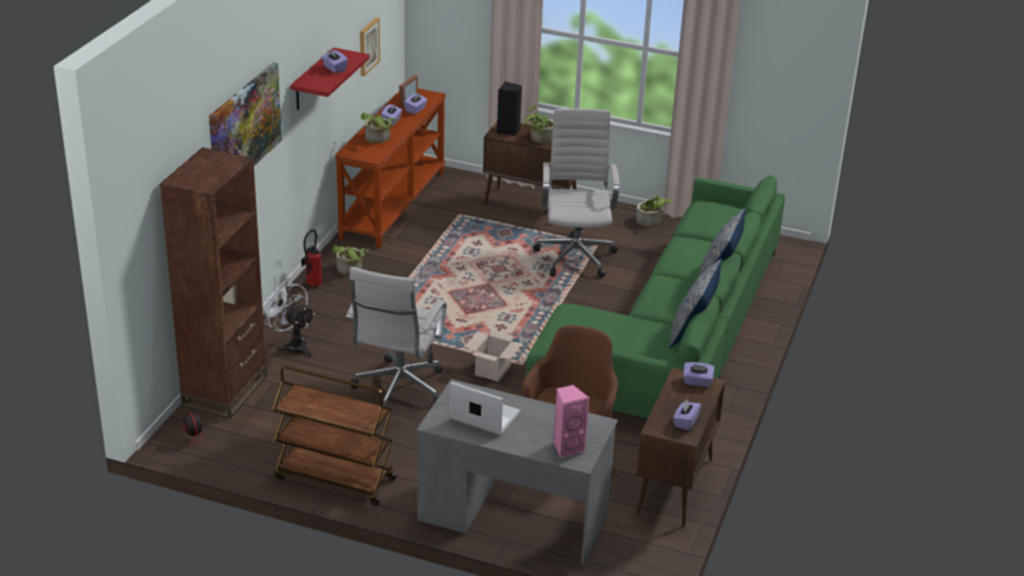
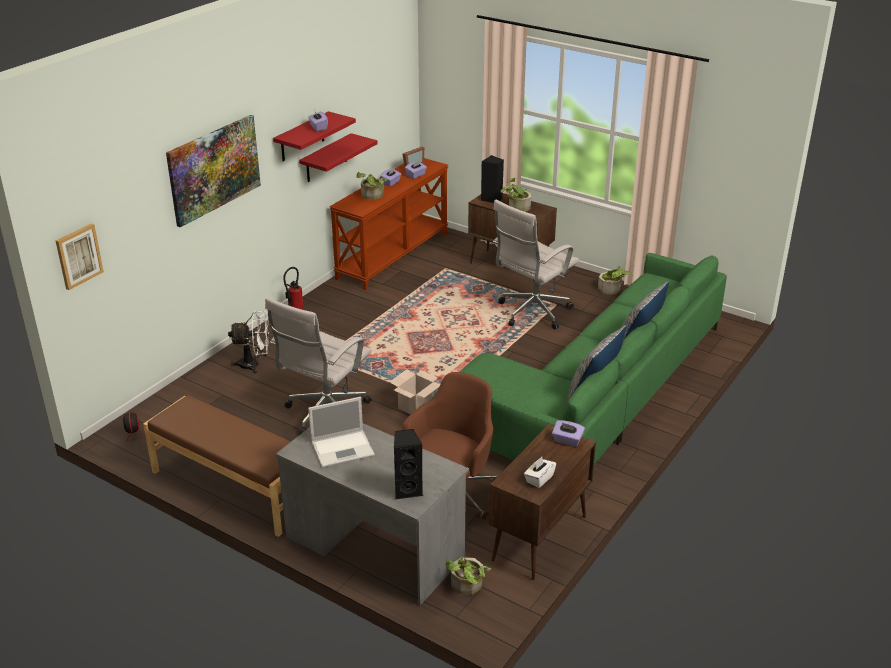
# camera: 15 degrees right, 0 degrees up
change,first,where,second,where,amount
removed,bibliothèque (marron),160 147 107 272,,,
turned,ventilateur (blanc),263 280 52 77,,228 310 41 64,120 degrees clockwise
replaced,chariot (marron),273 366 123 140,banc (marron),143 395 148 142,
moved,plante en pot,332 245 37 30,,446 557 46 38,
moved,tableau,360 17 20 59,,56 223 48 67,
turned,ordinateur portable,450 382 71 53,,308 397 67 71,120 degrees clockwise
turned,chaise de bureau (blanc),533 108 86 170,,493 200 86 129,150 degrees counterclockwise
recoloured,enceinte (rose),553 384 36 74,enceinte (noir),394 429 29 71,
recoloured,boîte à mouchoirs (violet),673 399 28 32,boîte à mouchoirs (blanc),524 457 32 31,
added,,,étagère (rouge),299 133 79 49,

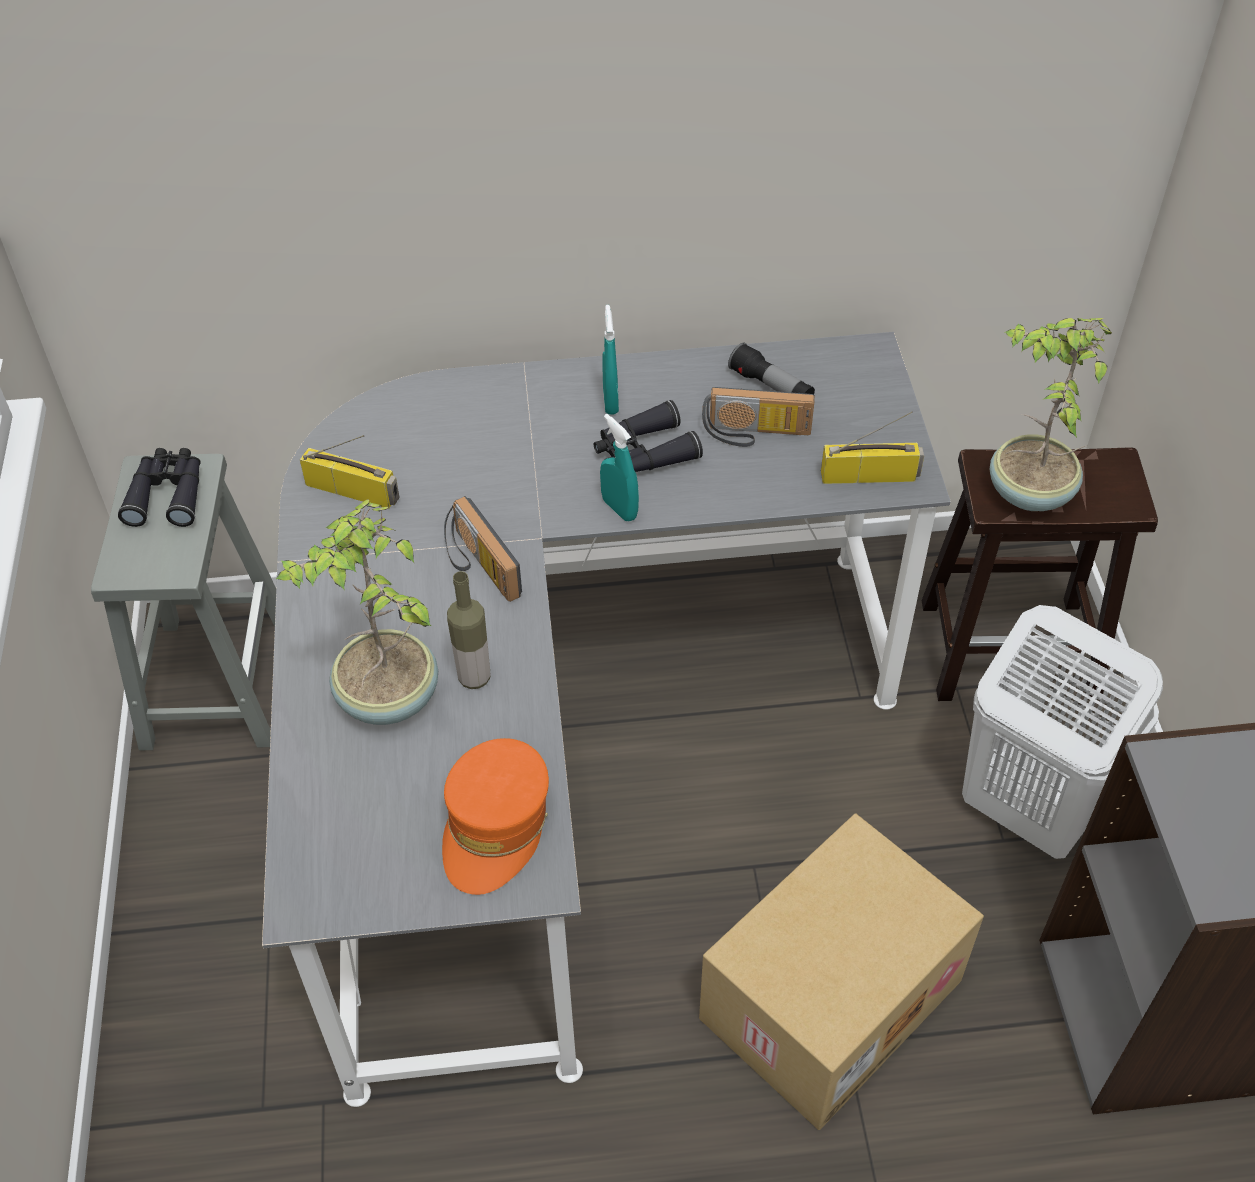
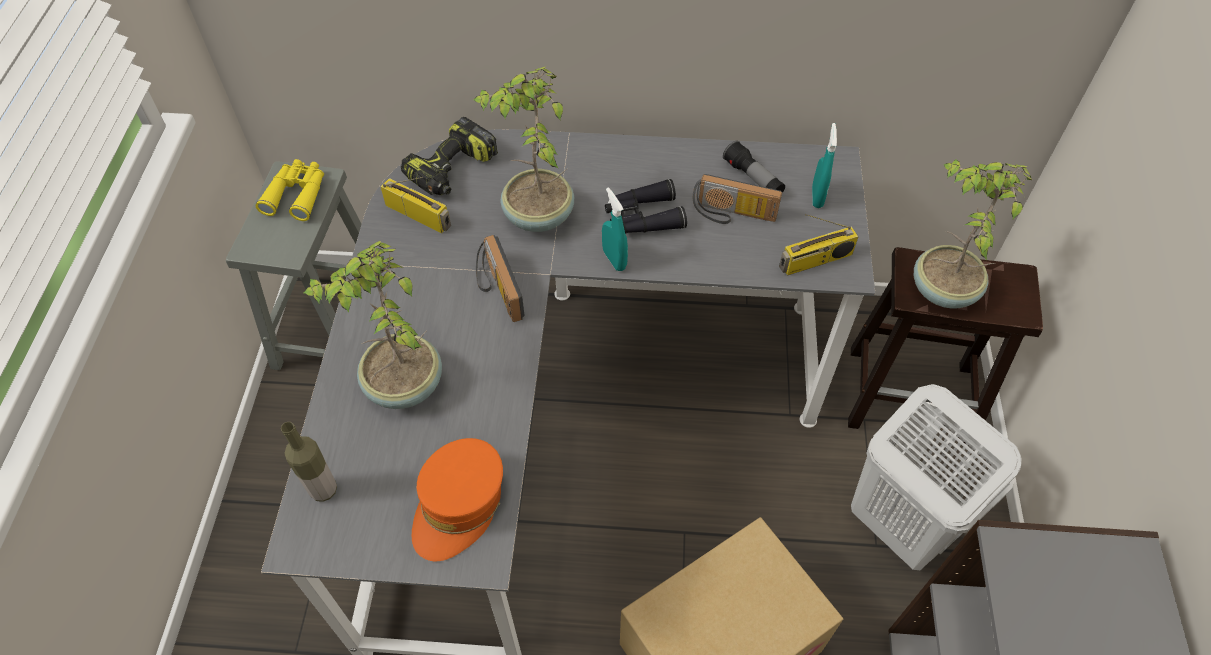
# camera: 10 degrees right, 5 degrees up
change,first,where,second,where,amount
recoloured,jumelles (noir),118 448 83 79,jumelles (jaune),255 159 69 62,
moved,bouteille,447 571 44 118,,281 422 56 80,
moved,vaporisateur (turquoise),602 305 17 110,,812 123 25 85,
turned,radio,821 411 103 73,,779 214 79 61,150 degrees clockwise
added,,,perceuse,401 117 97 78,
added,,,plante en pot,474 66 100 166,

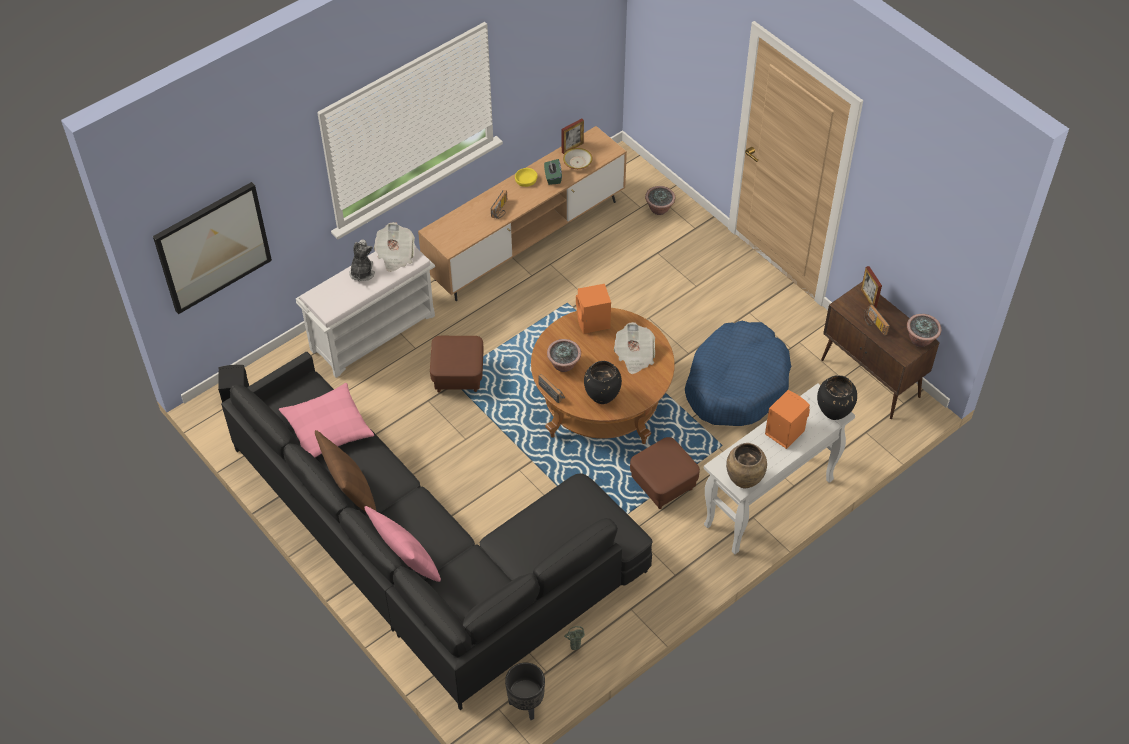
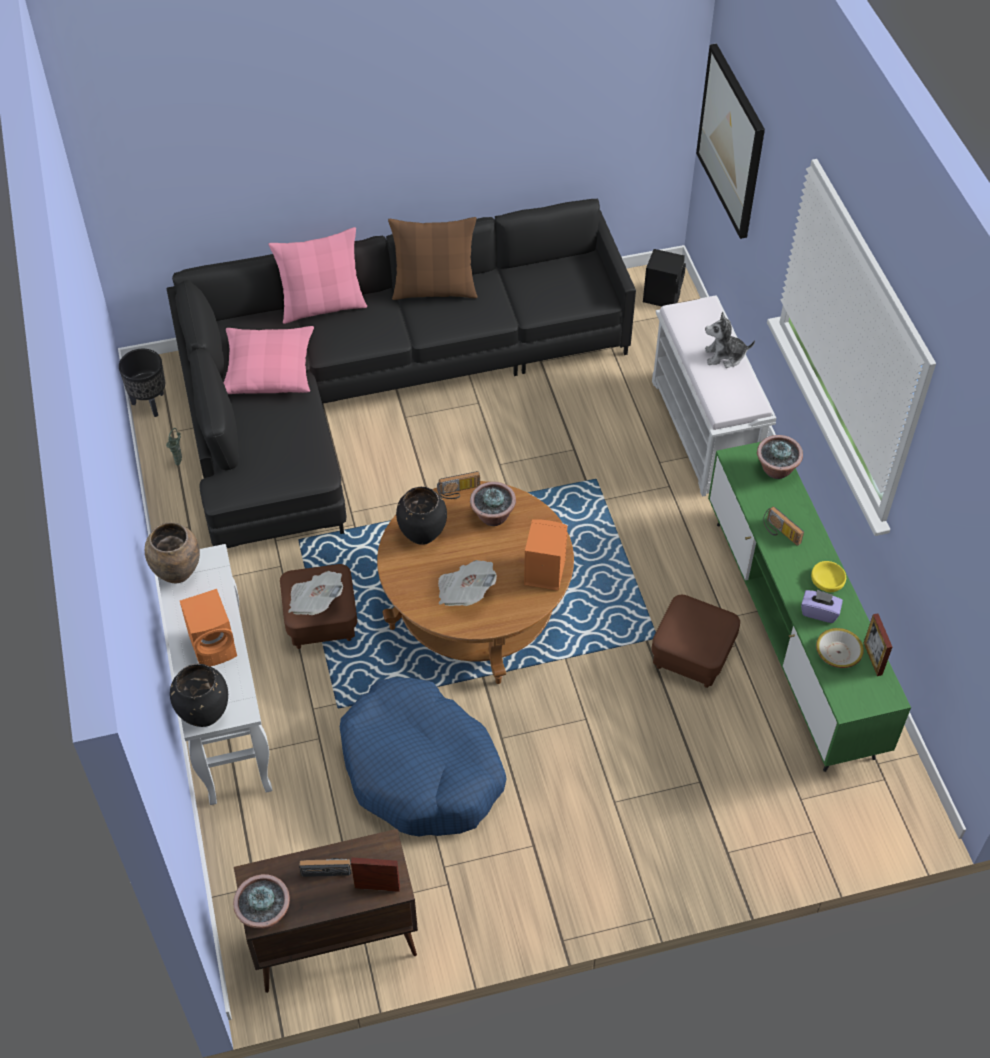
# camera: 115 degrees right, 0 degrees up
change,first,where,second,where,amount
moved,coussin (rose),279 383 95 74,,224 326 90 68,
turned,peluche,349 239 26 42,,705 311 50 57,150 degrees clockwise
moved,journal,374 222 41 50,,288 571 55 44,
recoloured,meuble télé (marron),418 126 209 175,meuble télé (vert),708 442 203 330,
moved,pouf (marron),430 336 54 57,,652 595 88 93,
recoloured,boîte à mouchoirs (vert),544 159 18 26,boîte à mouchoirs (violet),801 590 42 33,
moved,plante en pot,645 186 30 29,,757 435 46 44,

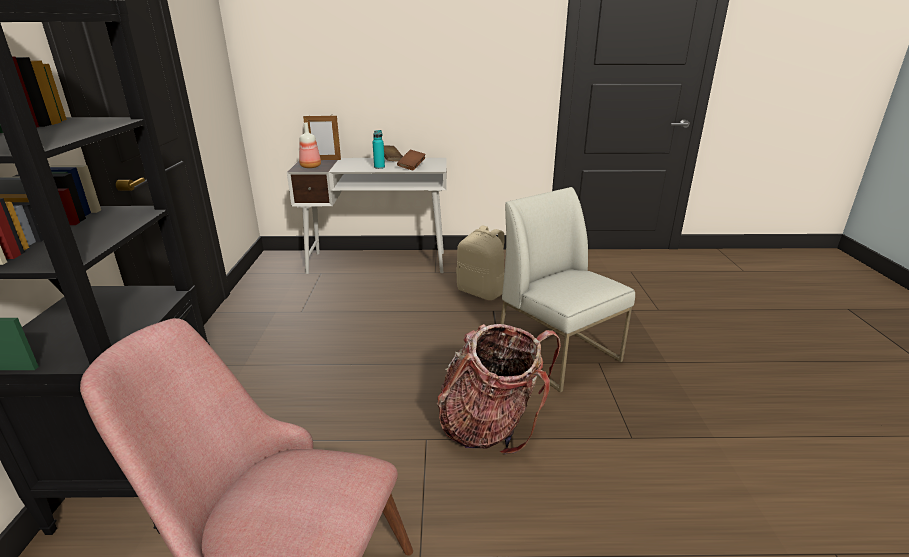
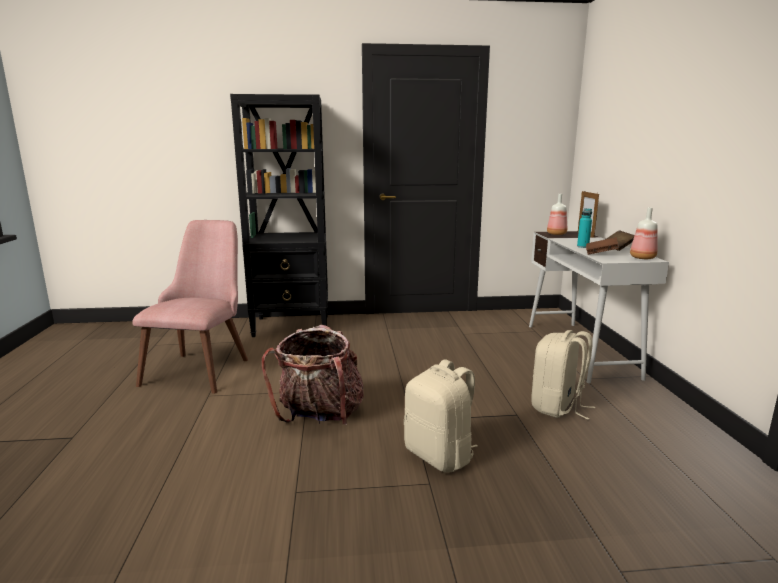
# camera: 85 degrees right, 10 degrees down
change,first,where,second,where,amount
replaced,chaise (blanc),500 187 135 206,sac à dos (beige),404 359 74 114,
added,,,bouteille,630 207 28 52,

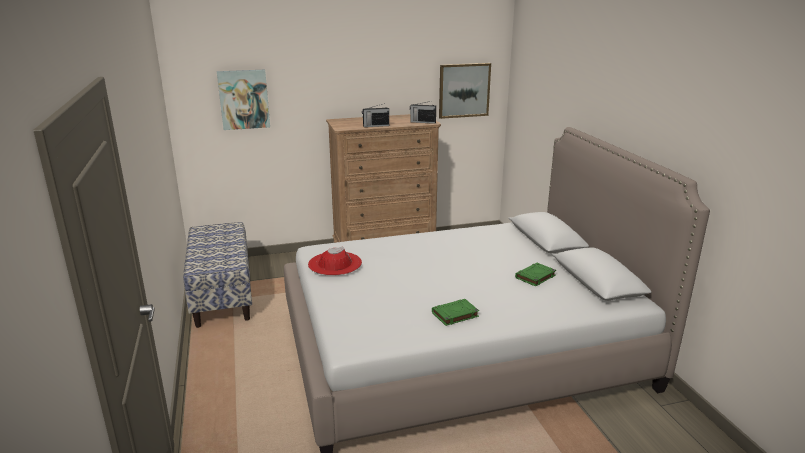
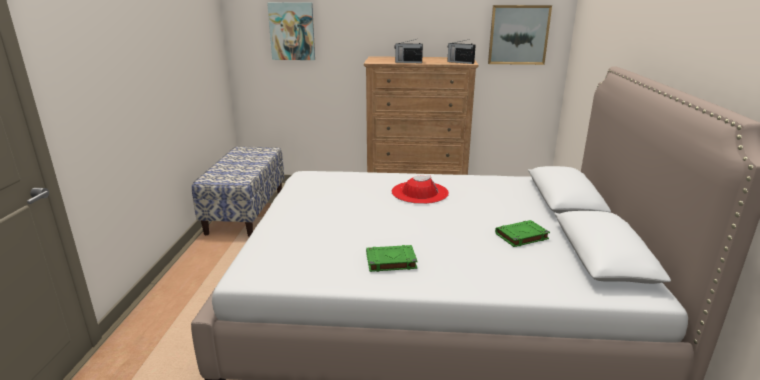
# camera: 20 degrees right, 0 degrees up
change,first,where,second,where,amount
moved,chapeau (rouge),308 246 54 30,,392 175 57 29,

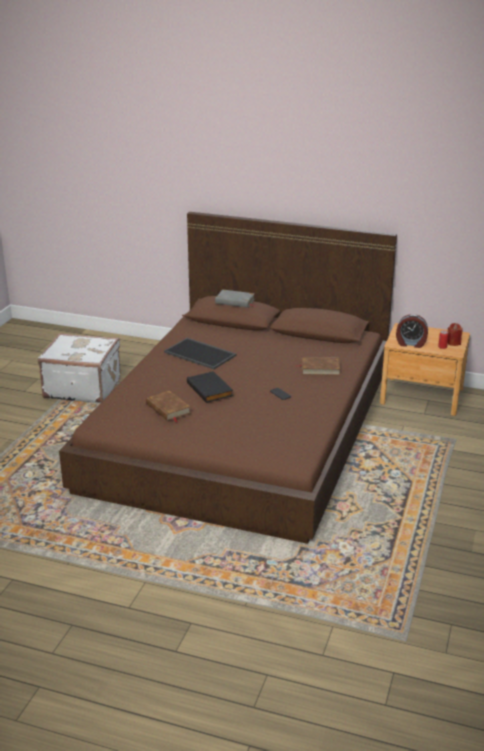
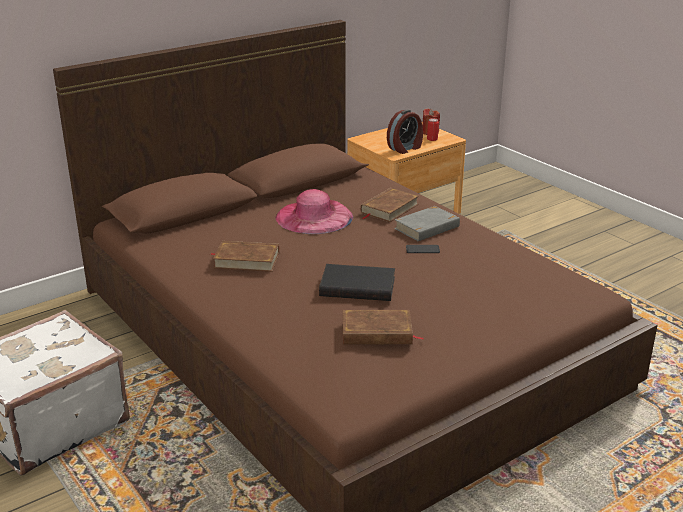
# camera: 55 degrees left, 0 degrees up
change,first,where,second,where,amount
replaced,plateau,164 338 73 31,livre (marron),210 241 69 31,
moved,livre (gris),215 290 40 18,,394 206 66 35,
added,,,chapeau (rose),276 189 77 45,

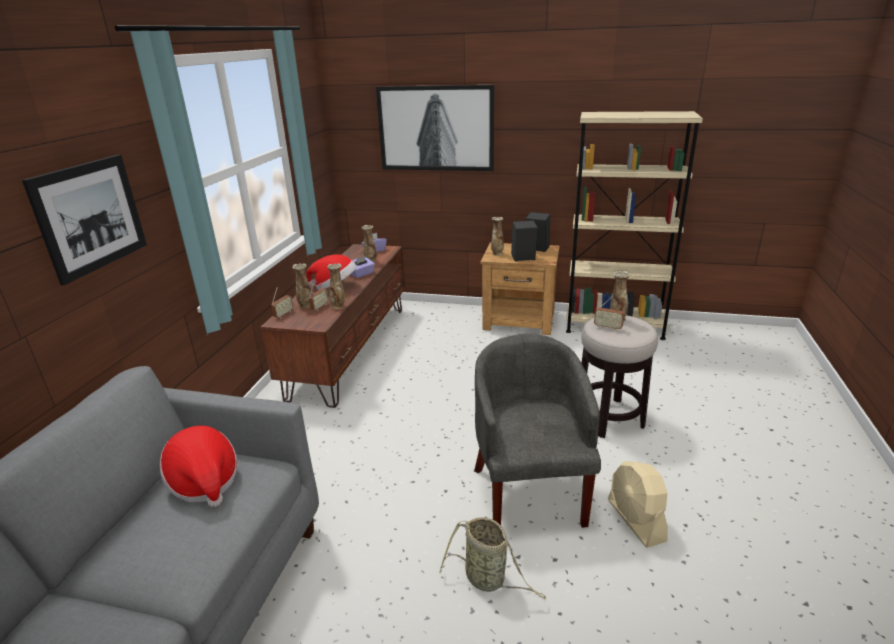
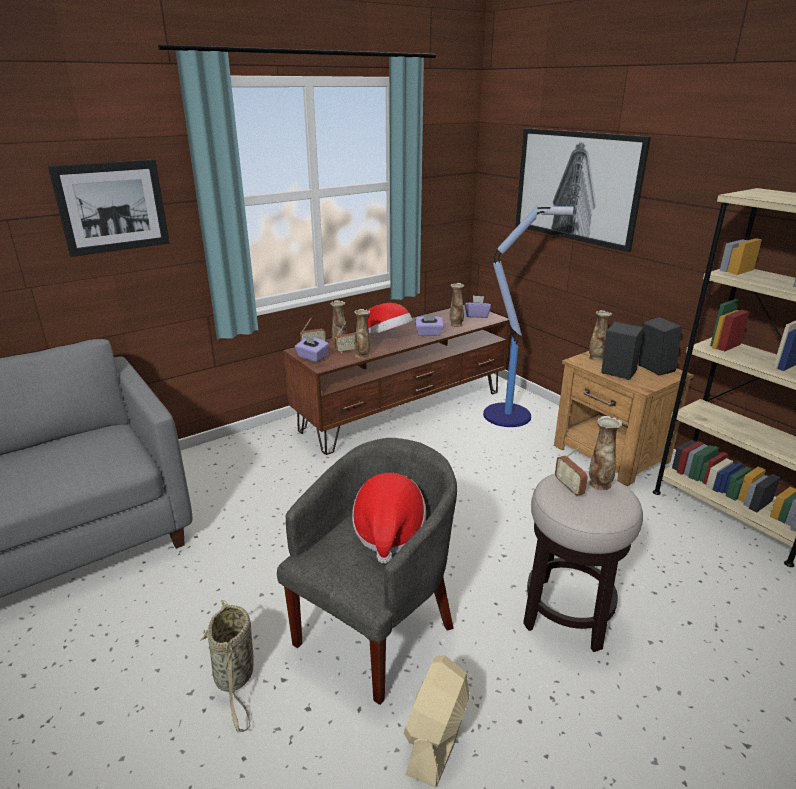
# camera: 40 degrees right, 0 degrees up
change,first,where,second,where,amount
moved,chapeau,160 426 78 81,,352 473 74 91,
added,,,boîte à mouchoirs (violet),295 335 34 27,
added,,,lampadaire,483 204 91 223,

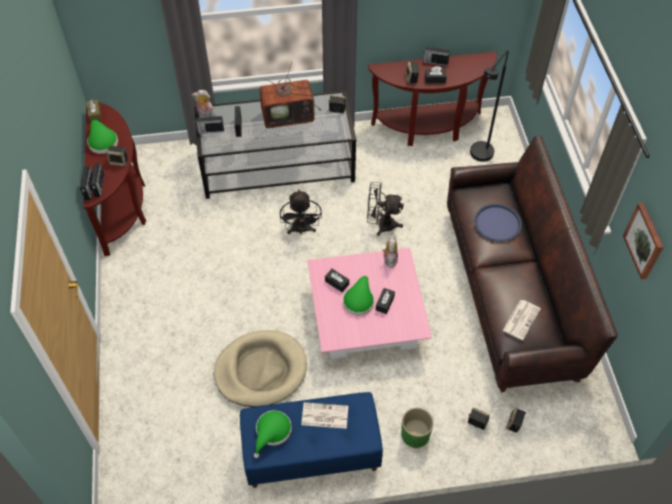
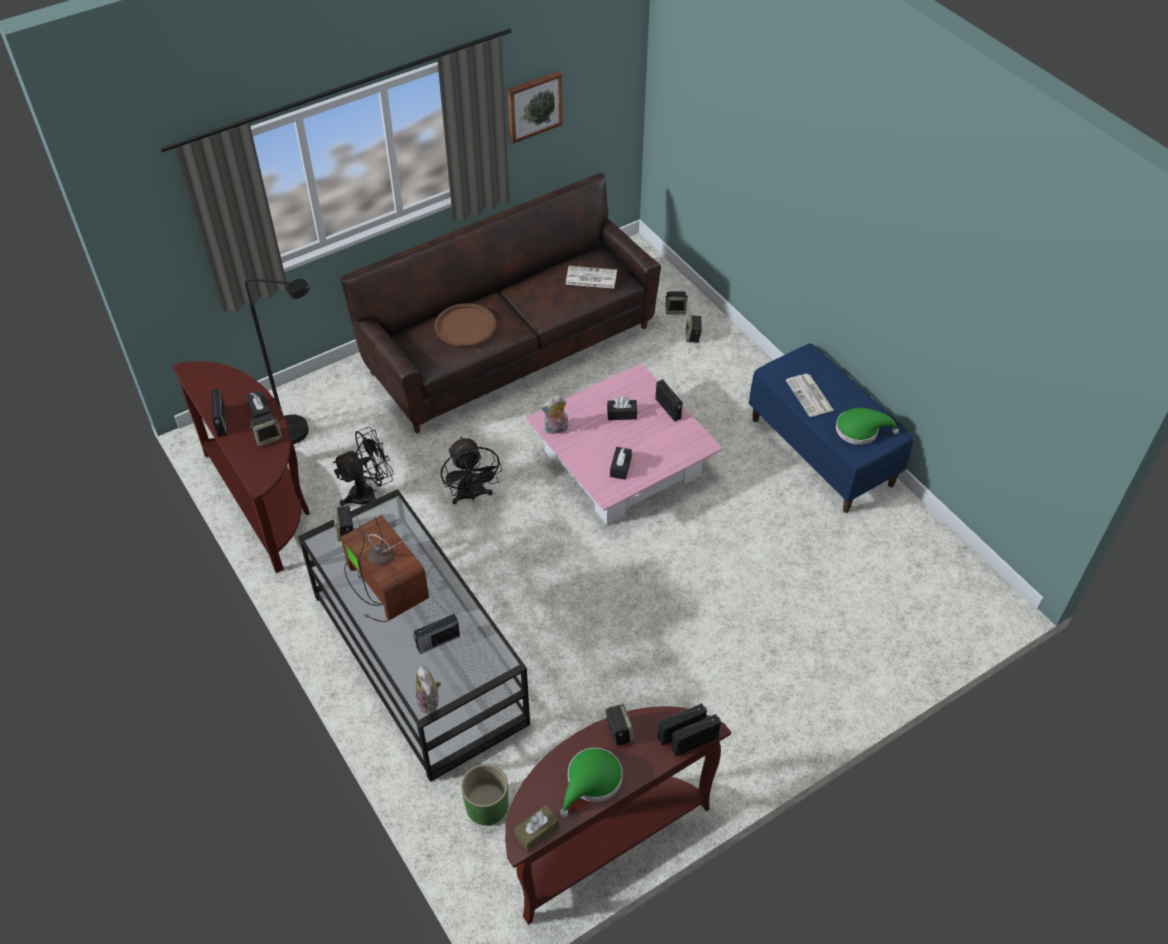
# camera: 115 degrees left, 5 degrees down
change,first,where,second,where,amount
moved,radio,195 115 29 19,,655 379 28 42,
removed,panier pour chien (beige),214 330 93 77,,,
moved,ventilateur (noir),280 190 42 45,,333 427 61 79,
removed,chapeau (vert),343 276 31 40,,,
moved,cache-pot (vert),401 408 33 40,,461 764 47 62,
recoloured,plateau (bleu),474 204 48 38,plateau (marron),435 303 61 44,

